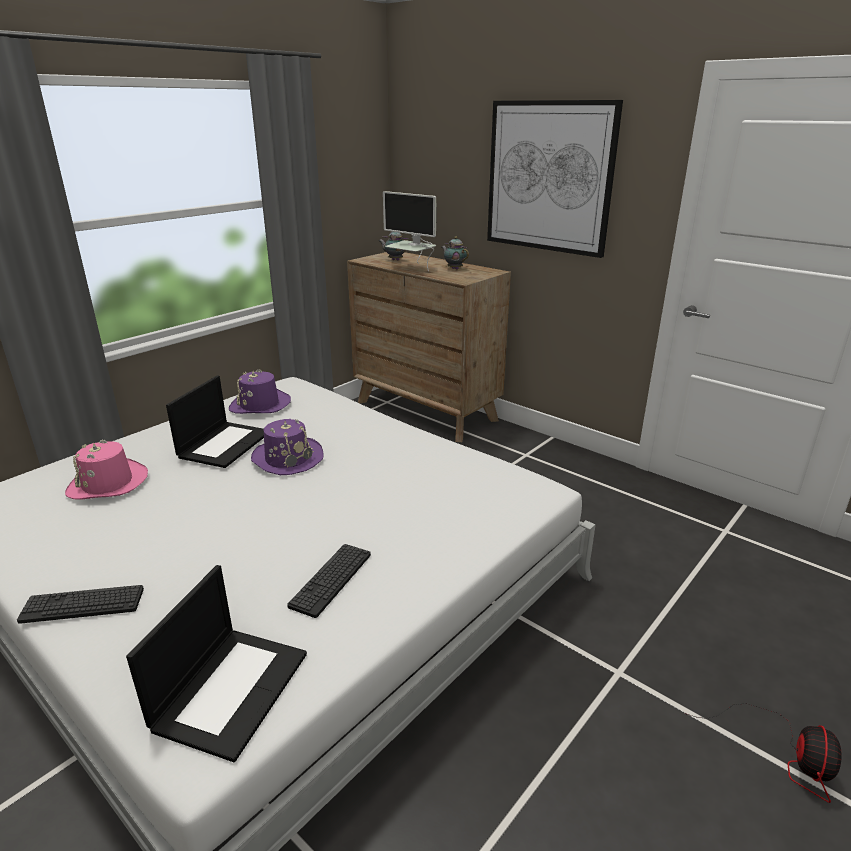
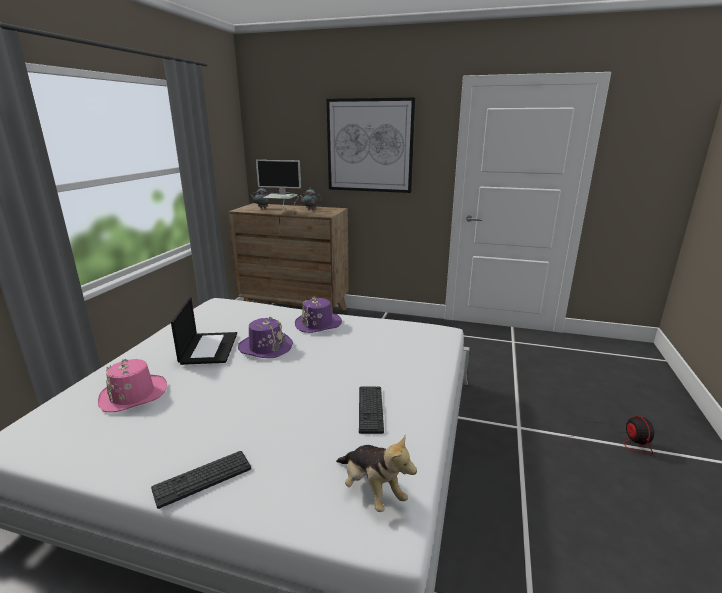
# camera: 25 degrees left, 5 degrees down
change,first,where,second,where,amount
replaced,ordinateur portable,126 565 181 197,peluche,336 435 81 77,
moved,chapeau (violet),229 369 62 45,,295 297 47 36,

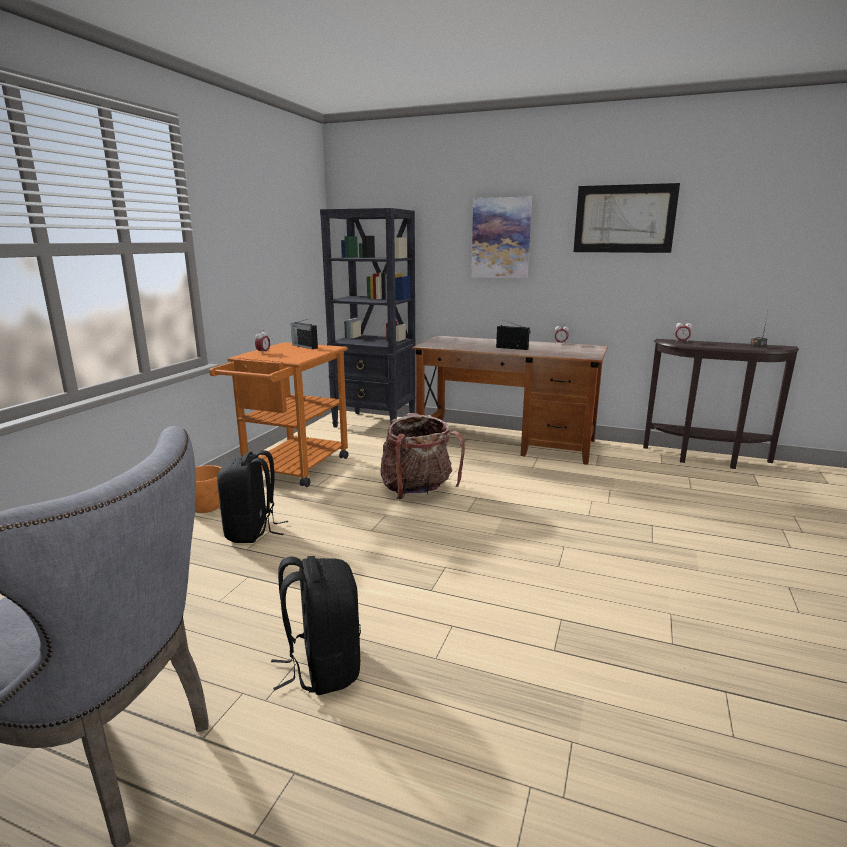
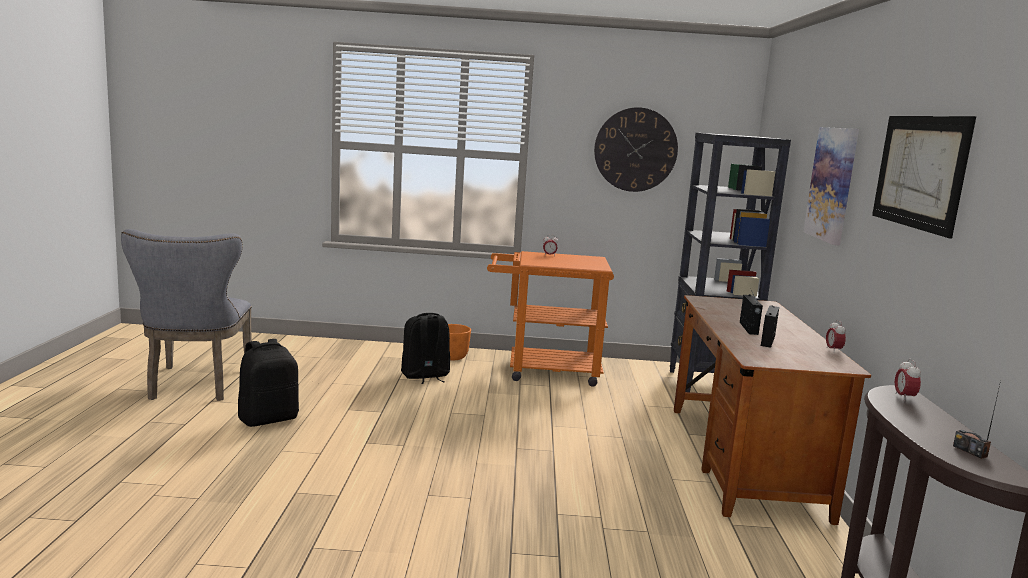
# camera: 70 degrees right, 5 degrees down
change,first,where,second,where,amount
moved,radio,291 319 27 30,,761 306 18 42,
removed,sac à dos,380 413 85 87,,,
added,,,horloge murale,594 107 84 85,

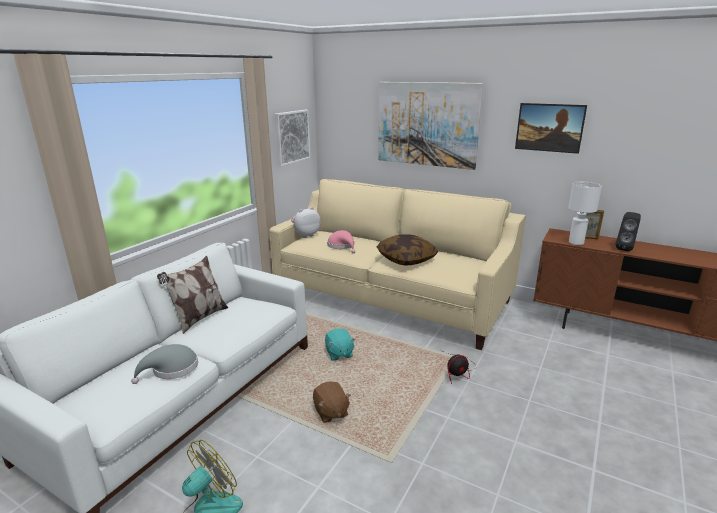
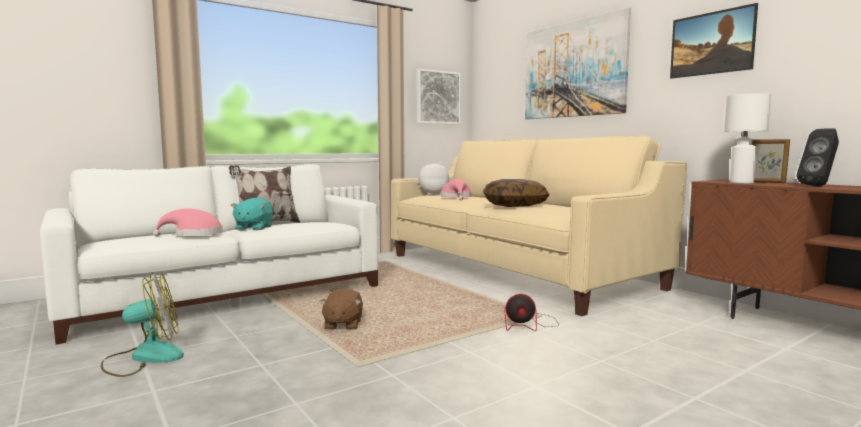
# camera: 25 degrees right, 15 degrees down
change,first,where,second,where,amount
recoloured,chapeau (gris),131 344 67 40,chapeau (rose),153 208 69 28,
moved,peluche (turquoise),325 329 31 32,,231 198 42 32,

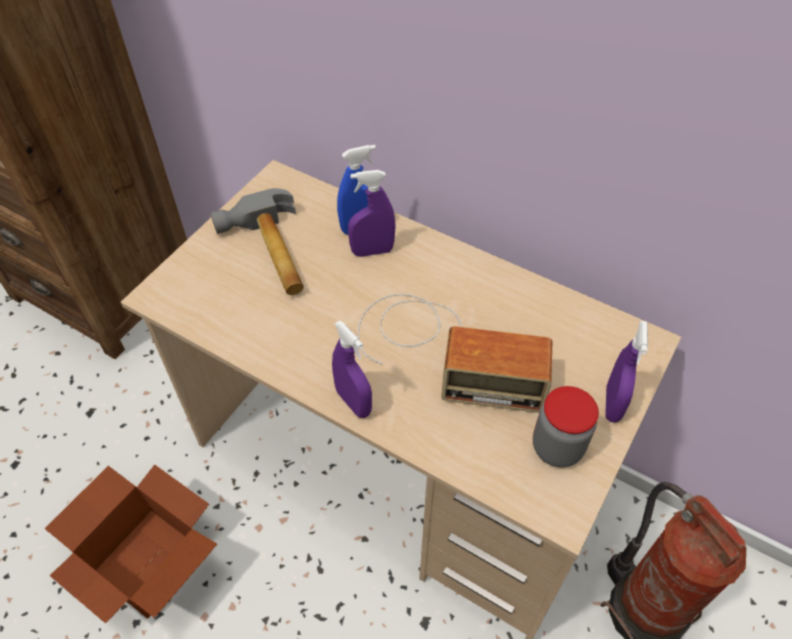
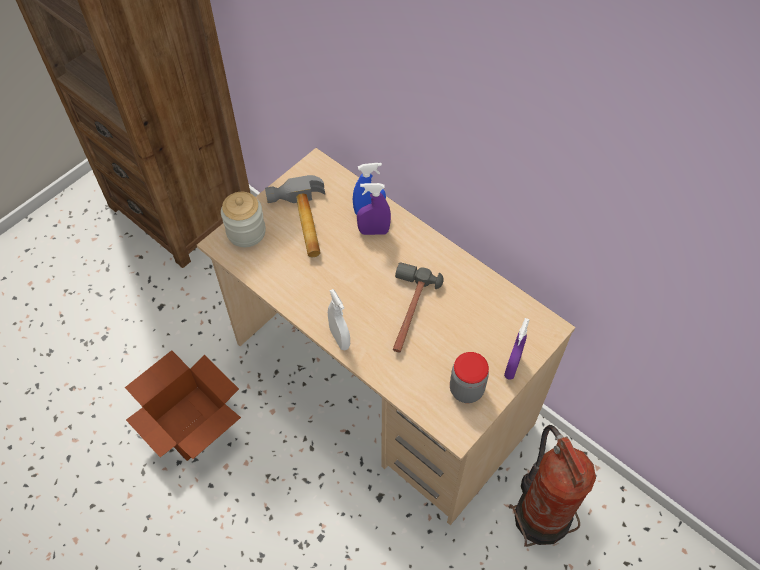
# camera: 10 degrees right, 5 degrees up
change,first,where,second,where,amount
recoloured,vaporisateur (violet),332 321 40 97,vaporisateur (blanc),328 289 22 62,
replaced,radio,358 294 194 119,marteau,393 262 51 90,
added,,,bocal,221 192 45 55,

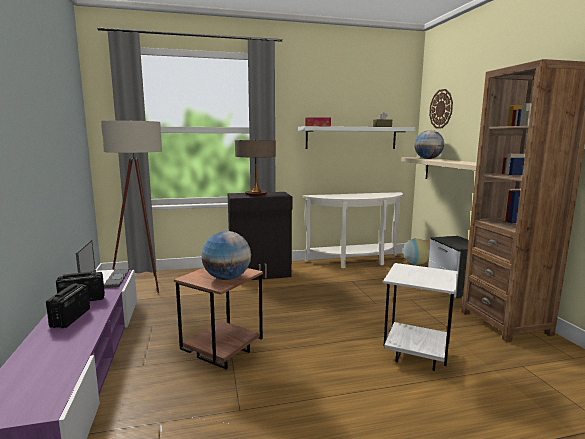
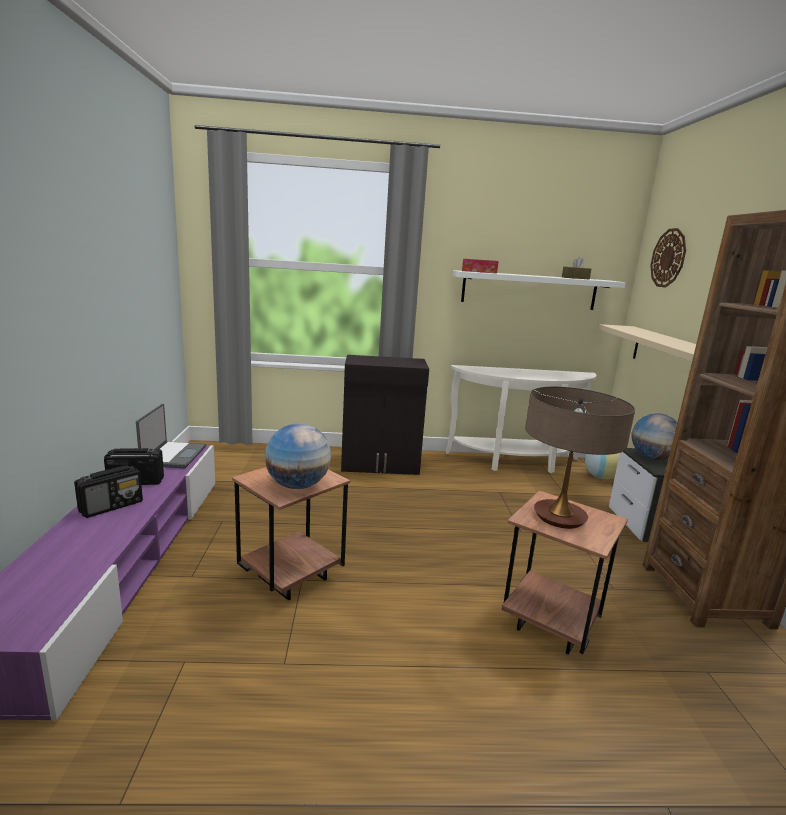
# camera: 10 degrees right, 5 degrees up
change,first,where,second,where,amount
turned,radio,46 284 44 44,,74 465 69 53,150 degrees counterclockwise
removed,lampadaire (beige),101 120 61 173,,,
moved,lampe de table,235 139 41 57,,525 387 110 142,
recoloured,table d'appoint (blanc),383 263 75 108,table d'appoint (marron),502 491 126 164,
moved,globe,414 130 30 29,,631 413 46 47,

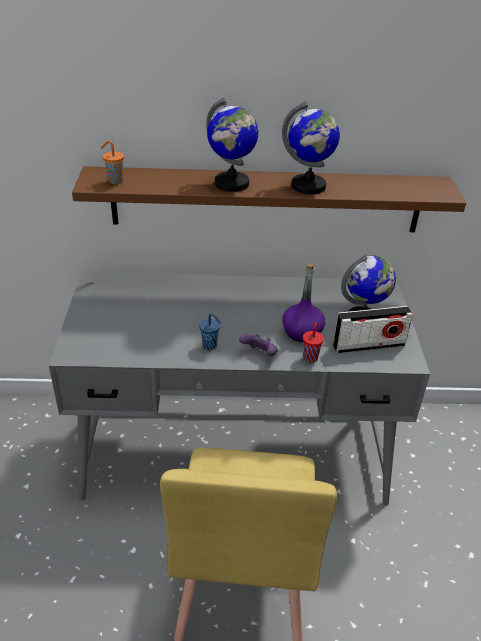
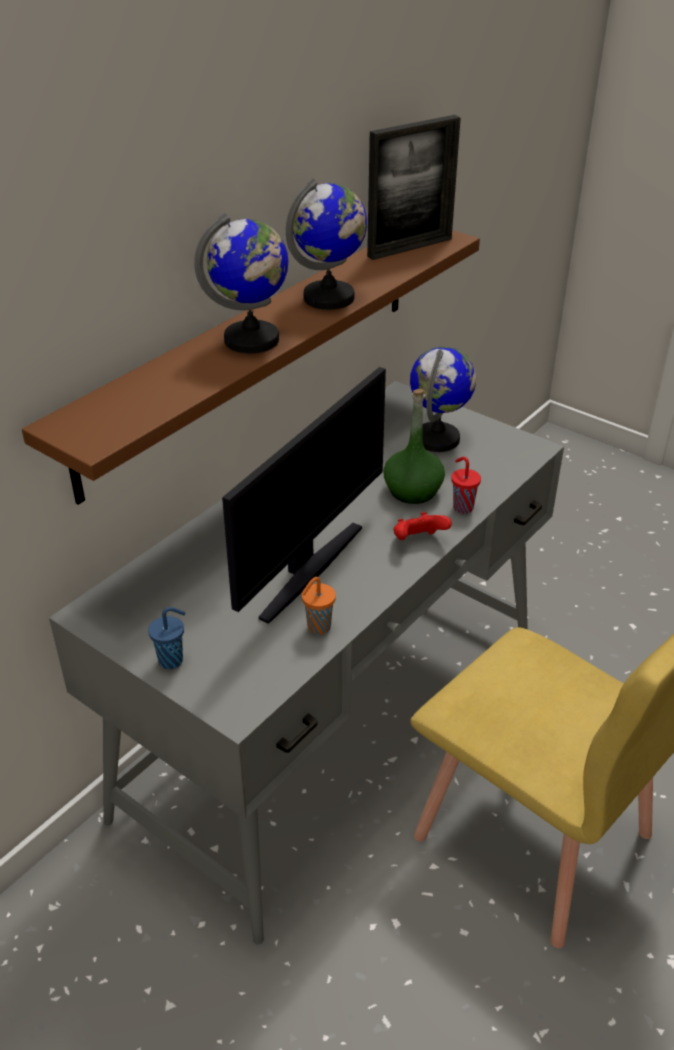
# camera: 50 degrees left, 0 degrees up
change,first,where,second,where,amount
moved,tasse (orange),101 141 23 43,,302 577 34 58,
moved,tasse (bleu),199 313 22 37,,148 607 38 62,
recoloured,manette (violet),239 334 39 22,manette (rouge),394 512 58 28,
recoloured,bouteille (violet),282 264 43 78,bouteille (vert),383 389 62 115,
removed,radio,333 306 80 47,,,
added,,,écran d'ordinateur,222 367 164 257,
added,,,cadre photo,367 115 94 145,

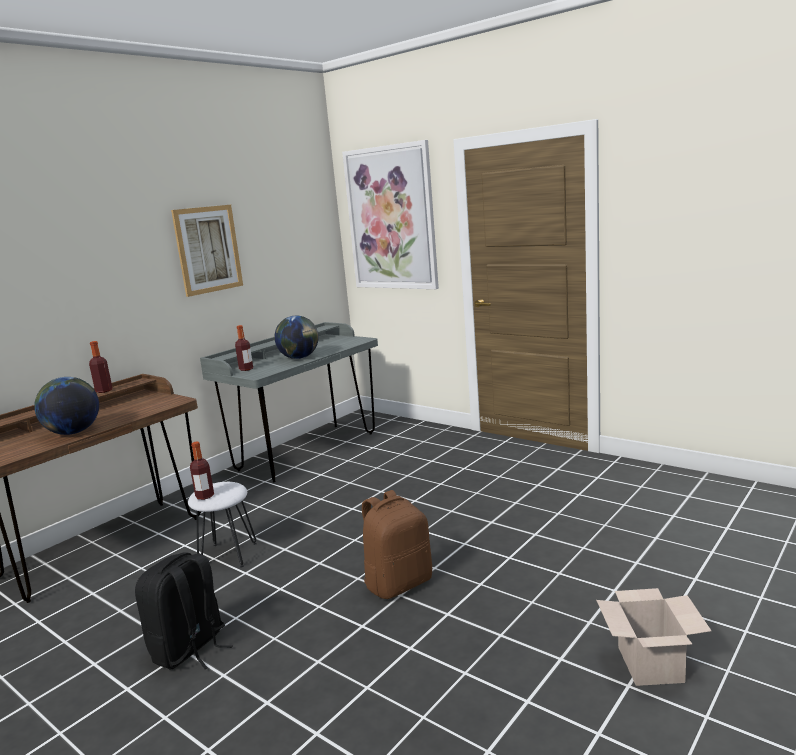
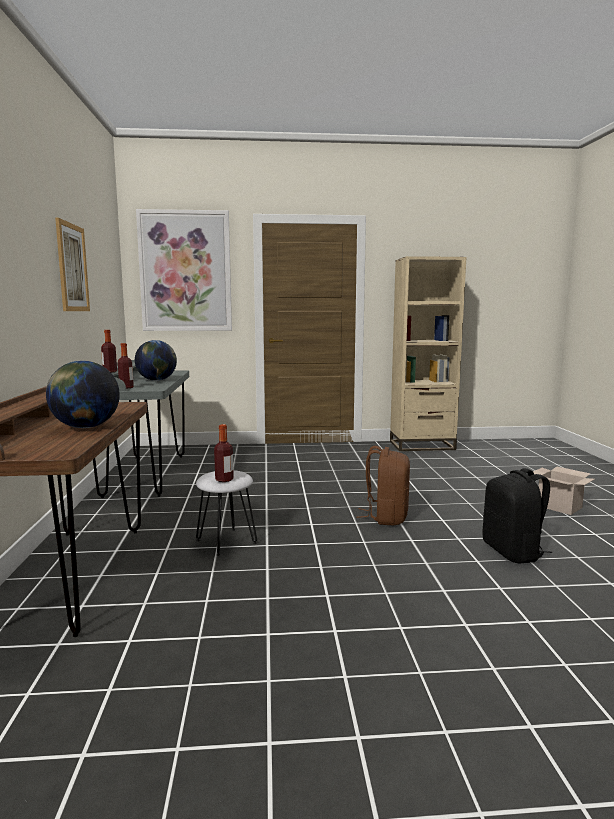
# camera: 45 degrees left, 5 degrees down
change,first,where,second,where,amount
moved,bouteille,89 341 24 52,,101 330 16 42,
moved,sac à dos (noir),135 552 98 117,,483 468 70 96,
added,,,bibliothèque (beige),390 256 76 195,

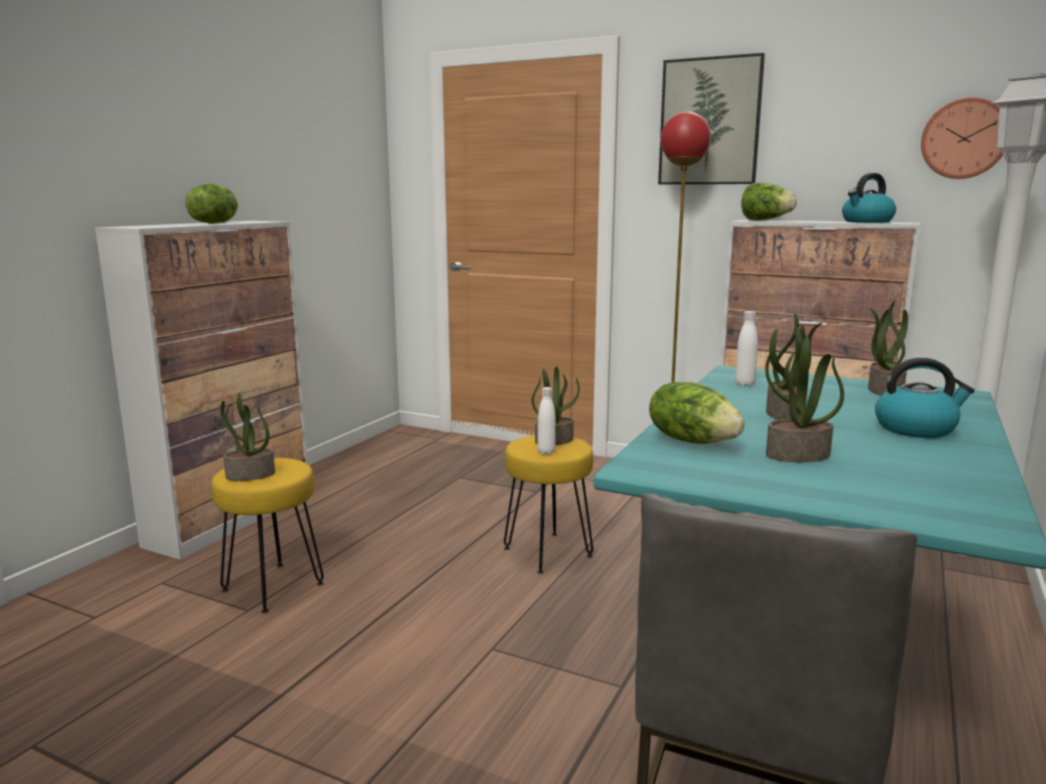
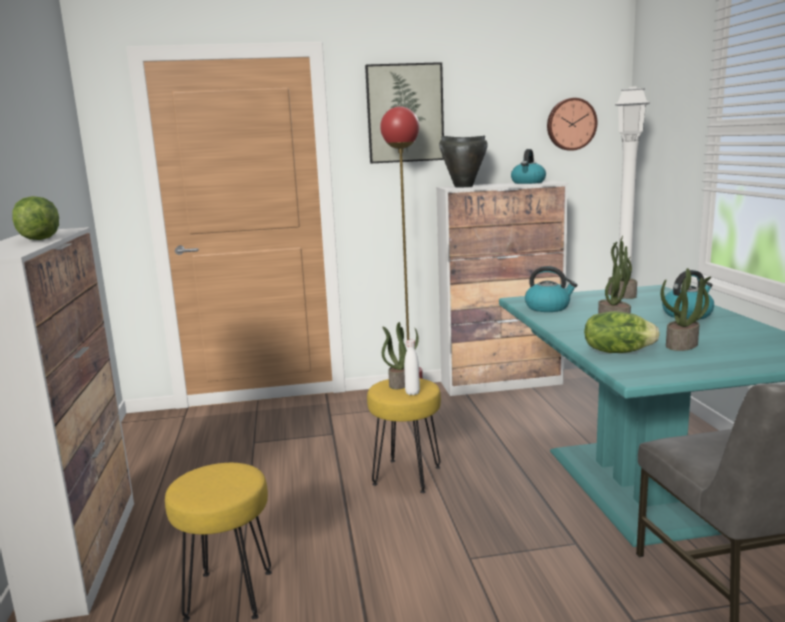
# camera: 35 degrees left, 0 degrees up
change,first,where,second,where,amount
removed,plante en pot,220 392 55 89,,,
replaced,bouteille (blanc),735 311 23 75,bouilloire,525 266 53 46,
replaced,laitue,741 182 56 38,marmite (noir),439 135 49 52,

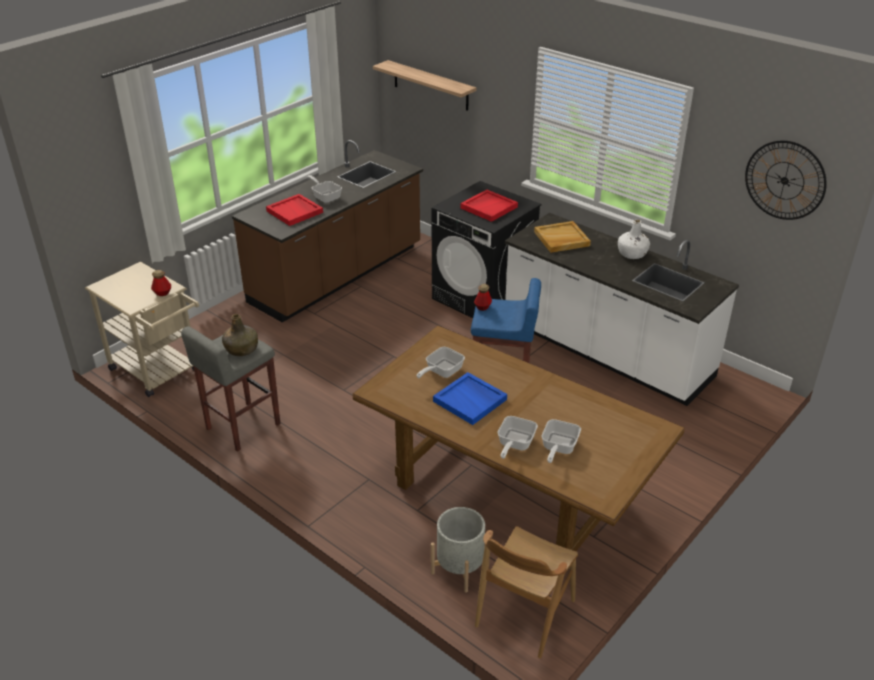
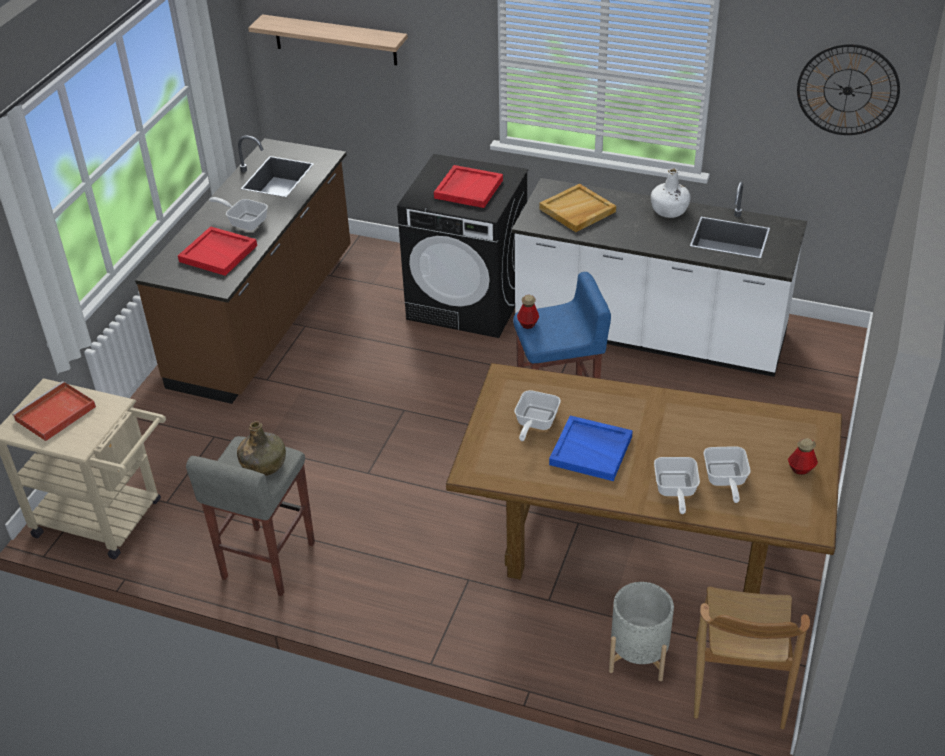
# camera: 20 degrees left, 5 degrees up
change,first,where,second,where,amount
moved,bouteille,151 270 20 26,,788 438 30 37,
added,,,plateau (rouge),12 381 84 60,

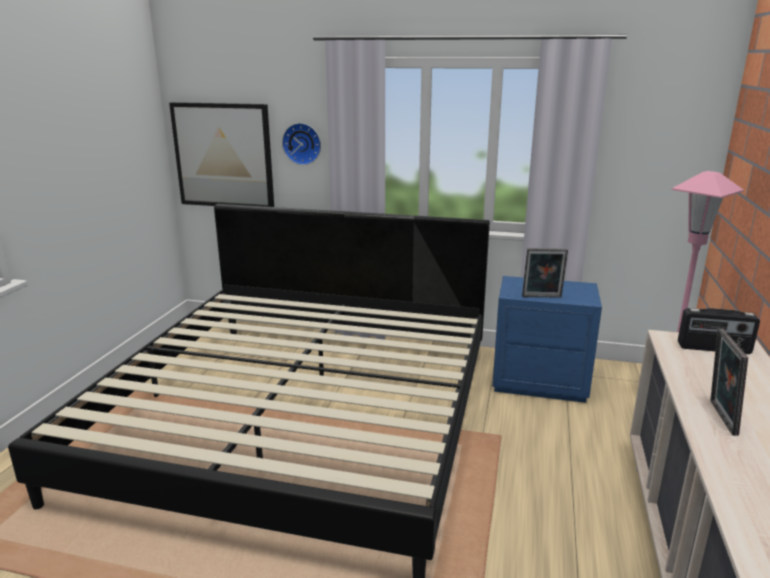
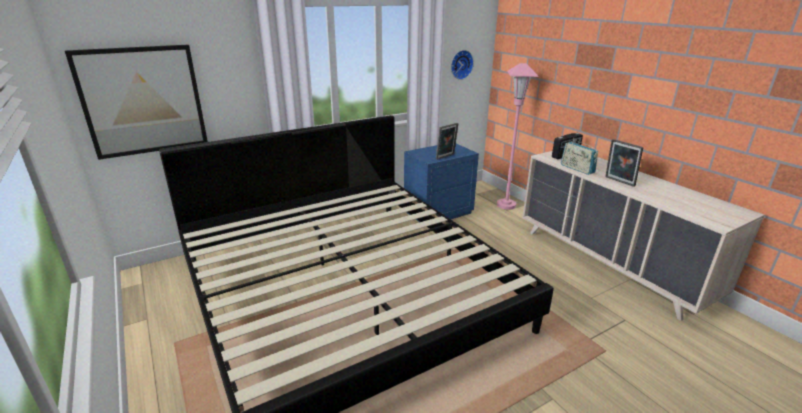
# camera: 45 degrees left, 5 degrees up
change,first,where,second,where,amount
moved,horloge murale,282 123 39 42,,451 50 23 30,
added,,,radio,561 138 37 37,

